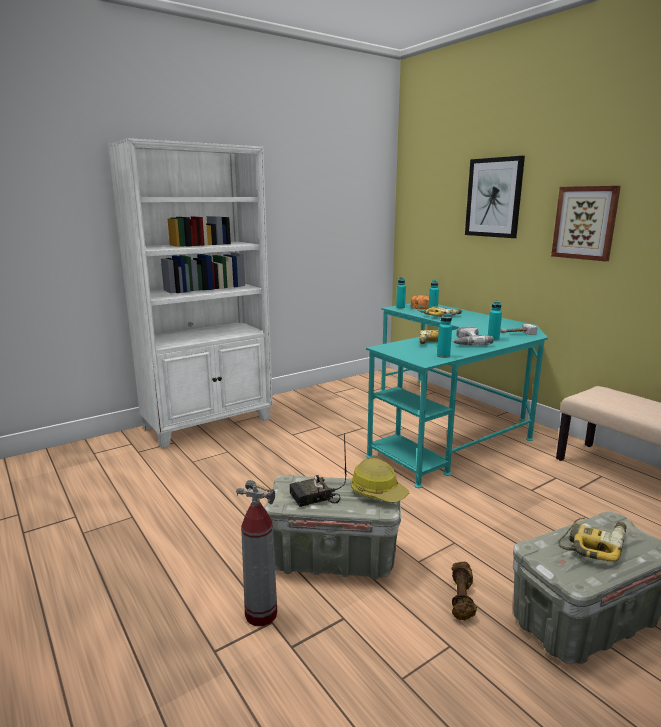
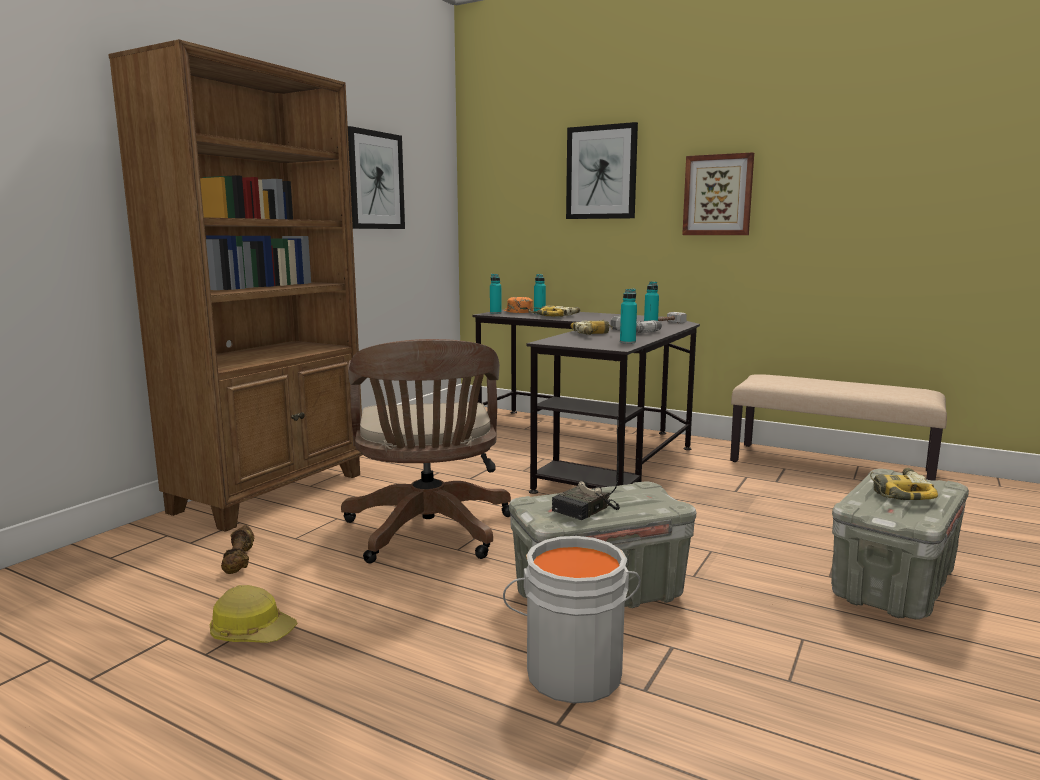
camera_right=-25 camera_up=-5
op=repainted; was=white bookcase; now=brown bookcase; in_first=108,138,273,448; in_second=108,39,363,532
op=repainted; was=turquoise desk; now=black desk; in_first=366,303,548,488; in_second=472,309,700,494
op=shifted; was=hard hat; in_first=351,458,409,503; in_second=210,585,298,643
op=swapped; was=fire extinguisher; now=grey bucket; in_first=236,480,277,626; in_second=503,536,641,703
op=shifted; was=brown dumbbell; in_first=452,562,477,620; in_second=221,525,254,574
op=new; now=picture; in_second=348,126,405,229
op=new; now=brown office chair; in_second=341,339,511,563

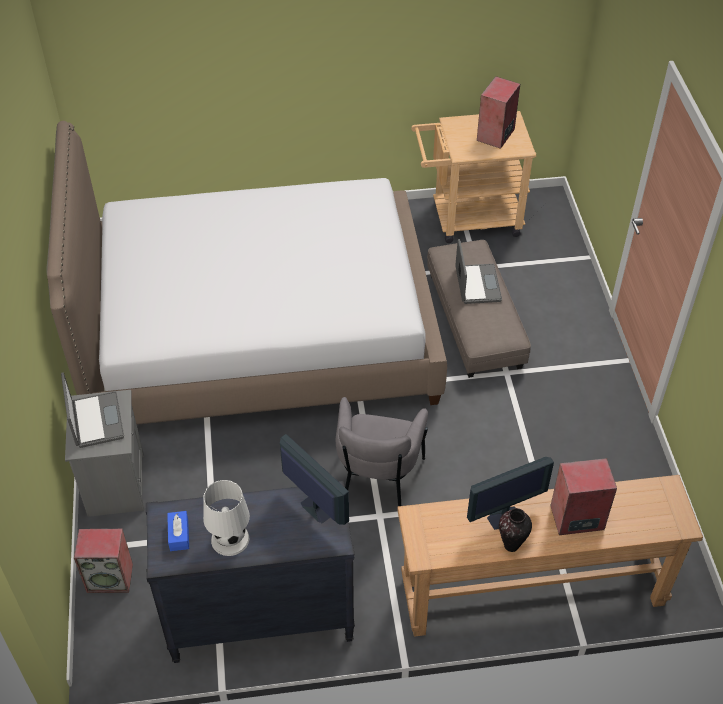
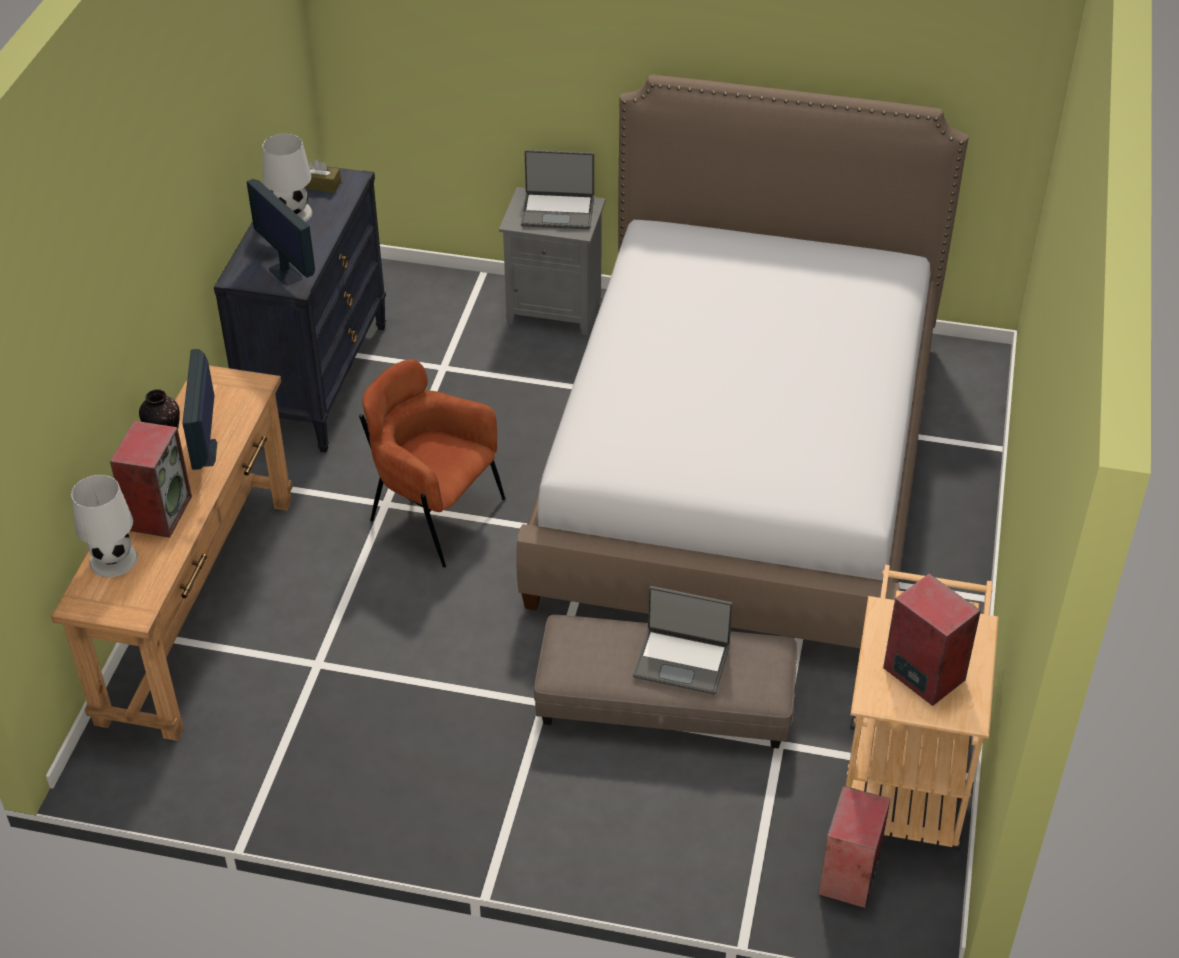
camera_right=110 camera_up=-5
op=repainted; was=grey armchair; now=brown armchair; in_first=336,397,428,506; in_second=359,359,506,568
op=rotated; was=monitor; in_first=280,434,349,525; in_second=247,179,315,286; clockwise=75
op=repainted; was=blue tissue box; now=brown tissue box; in_first=167,511,189,551; in_second=305,159,341,193
op=shifted; was=speaker; in_first=74,529,133,593; in_second=818,786,891,908
op=new; now=white table lamp; in_second=71,475,138,577

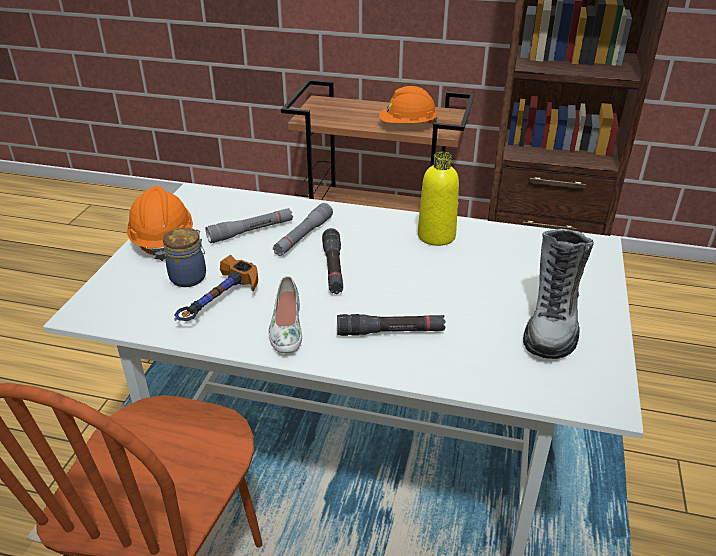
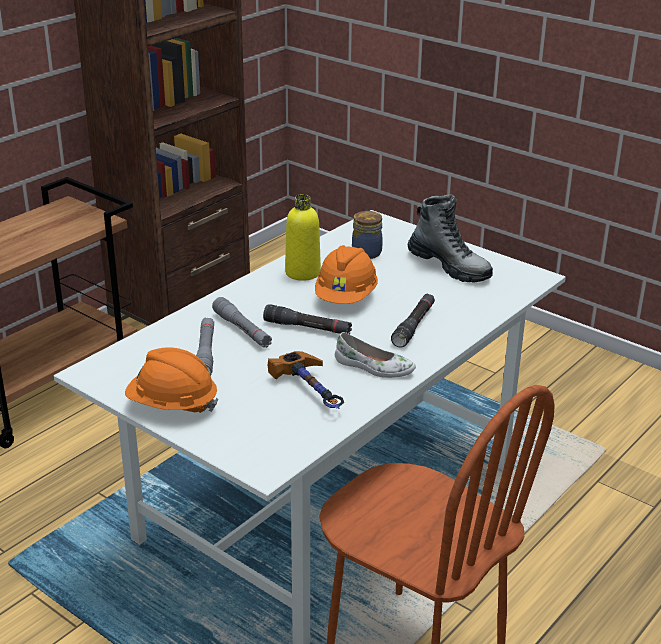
camera_right=-65 camera_up=-5
op=shifted; was=orange hard hat; in_first=379,86,438,124; in_second=315,245,378,304
op=shifted; was=jar; in_first=163,227,206,287; in_second=352,211,383,259

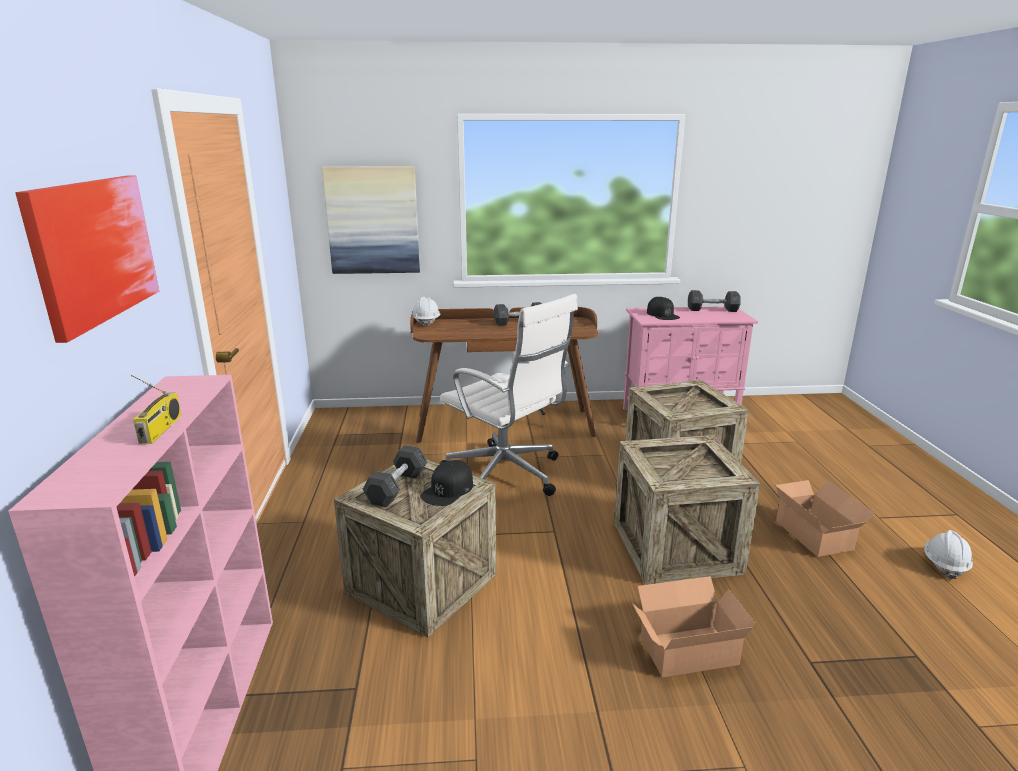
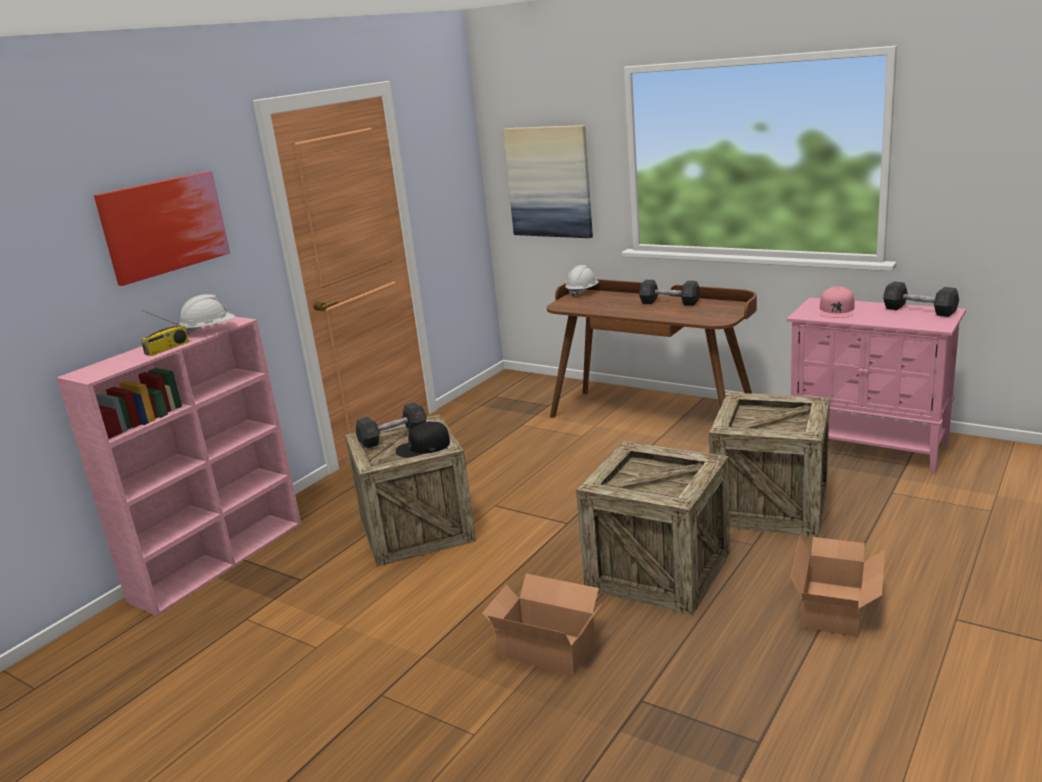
camera_right=40 camera_up=0
op=gone; was=white office chair; in_first=439,294,578,496
op=repainted; was=black cap; now=pink cap; in_first=647,297,680,320; in_second=820,286,855,318
op=shifted; was=white hard hat; in_first=924,530,973,579; in_second=179,294,235,335

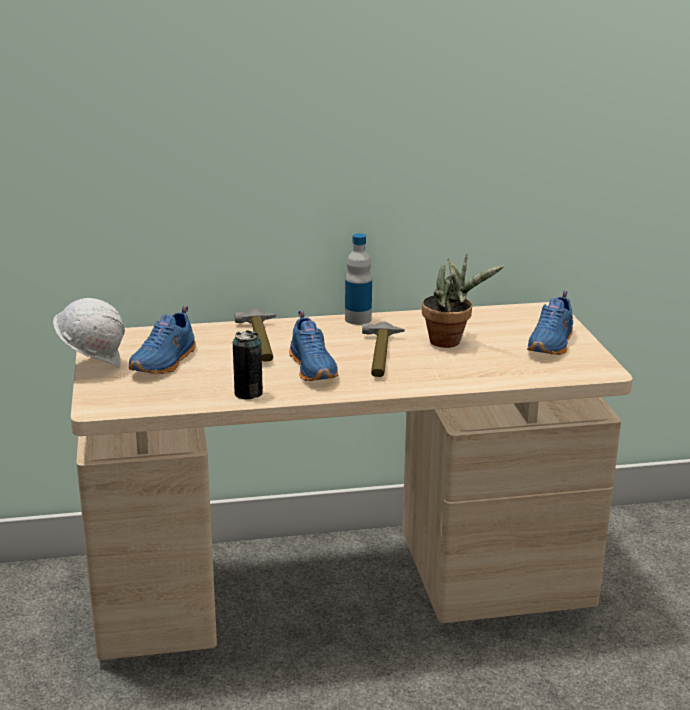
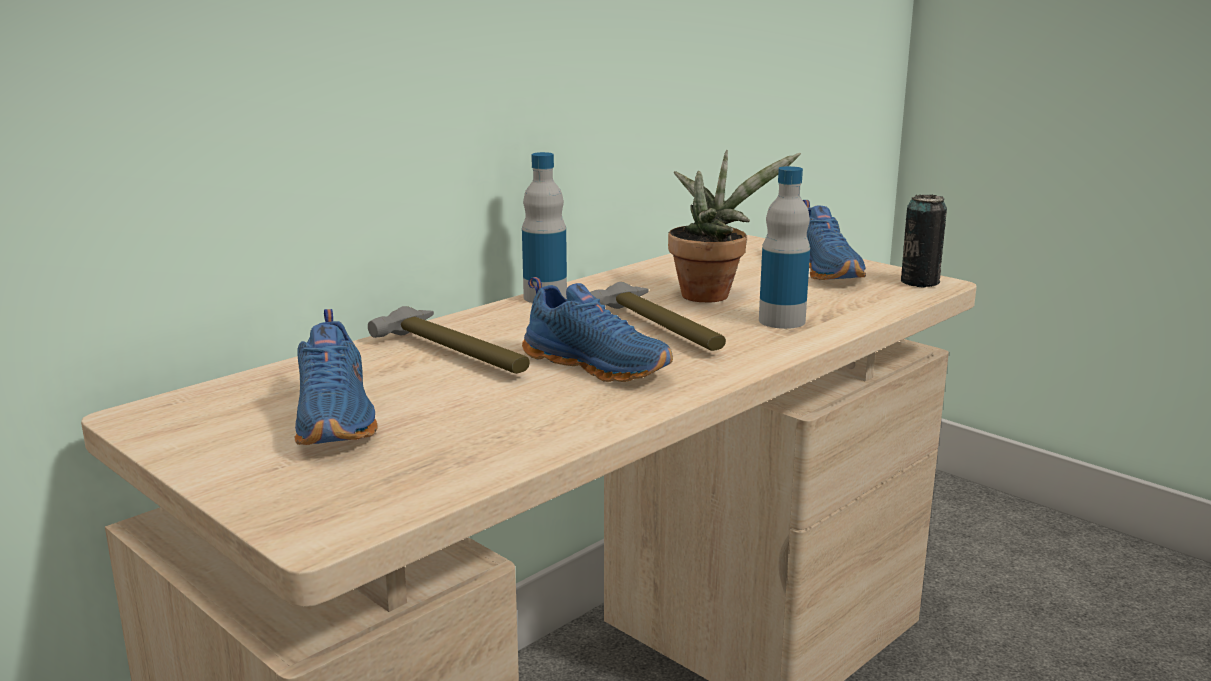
camera_right=-35 camera_up=-5
op=gone; was=white hard hat; in_first=53,298,125,368
op=shifted; was=can; in_first=233,330,263,399; in_second=901,195,947,288
op=new; now=bottle; in_second=759,166,810,329

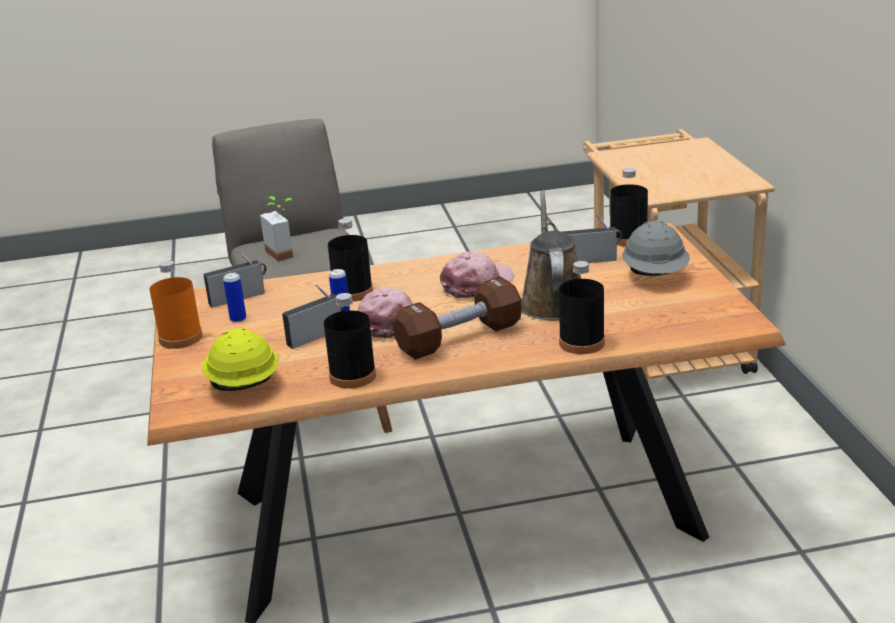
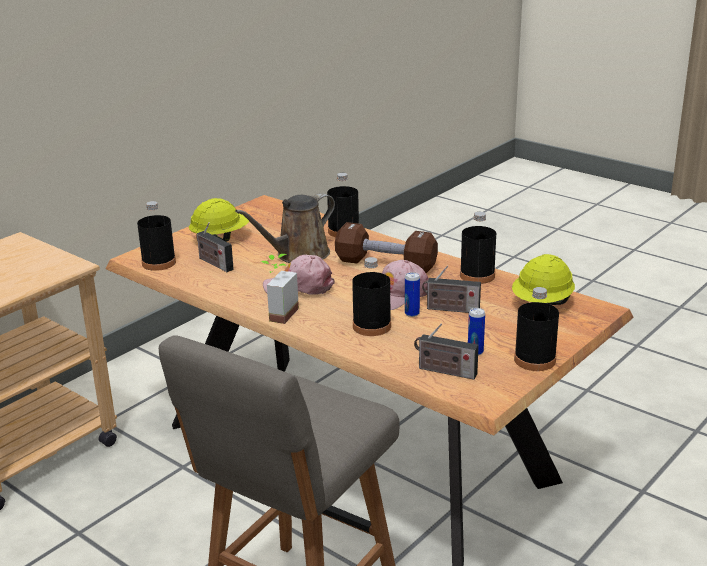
camera_right=-130 camera_up=0
op=shifted; was=potted plant; in_first=260,196,293,262; in_second=261,254,299,324
op=repainted; was=grey hard hat; now=yellow hard hat; in_first=622,221,690,276; in_second=189,198,249,242
op=repainted; was=orange bottle; now=black bottle; in_first=150,260,203,349; in_second=514,287,559,371

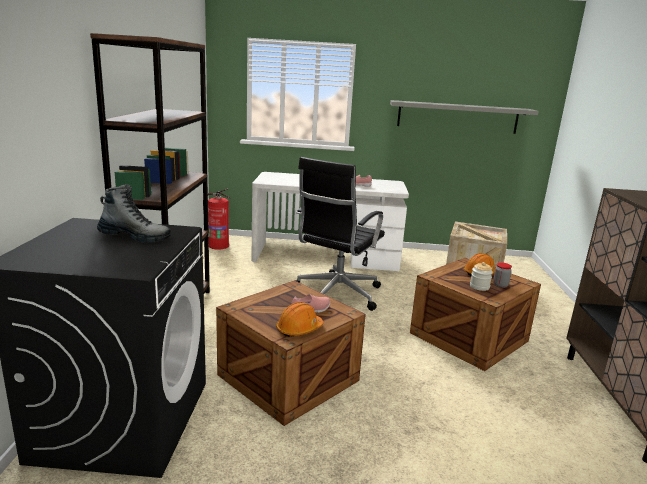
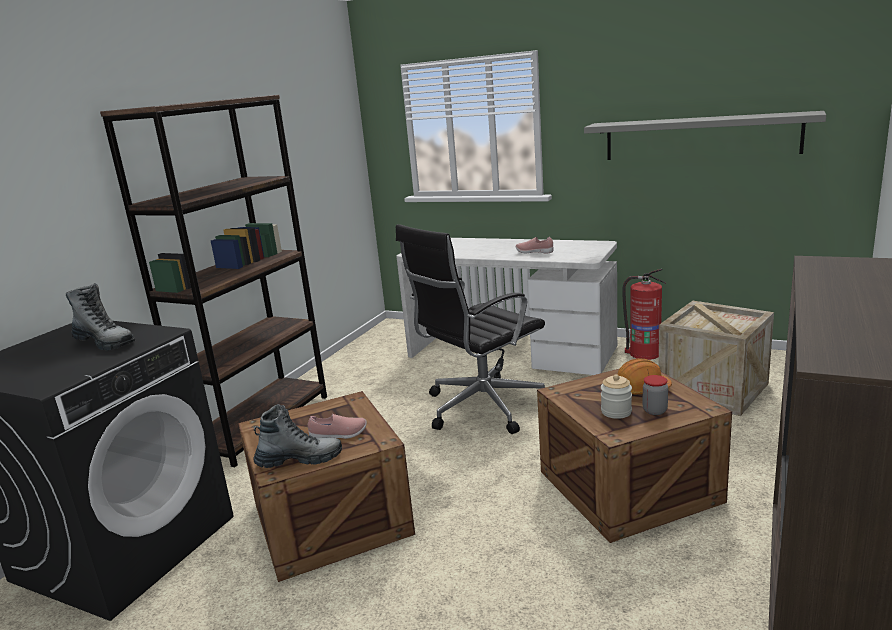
camera_right=25 camera_up=0
op=shifted; was=fire extinguisher; in_first=203,189,231,250; in_second=622,269,666,360
op=swapped; was=orange hard hat; now=boot; in_first=276,302,323,337; in_second=253,404,342,468

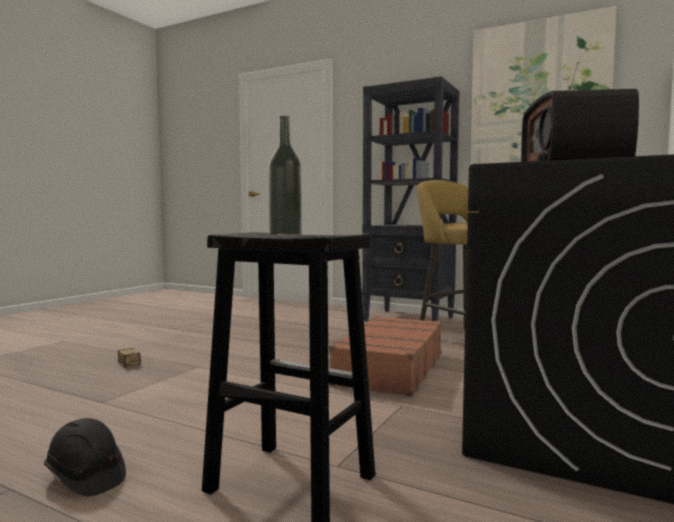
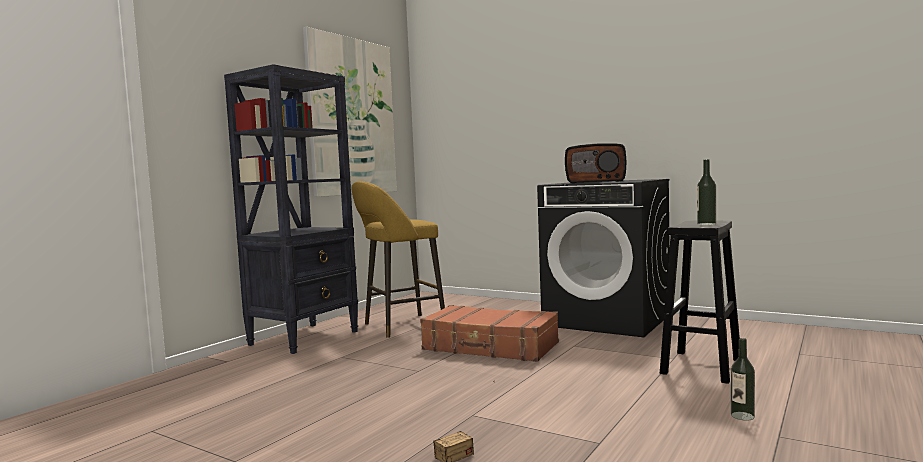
camera_right=-85 camera_up=0
op=swapped; was=black hard hat; now=bottle; in_first=44,418,126,496; in_second=731,338,755,421

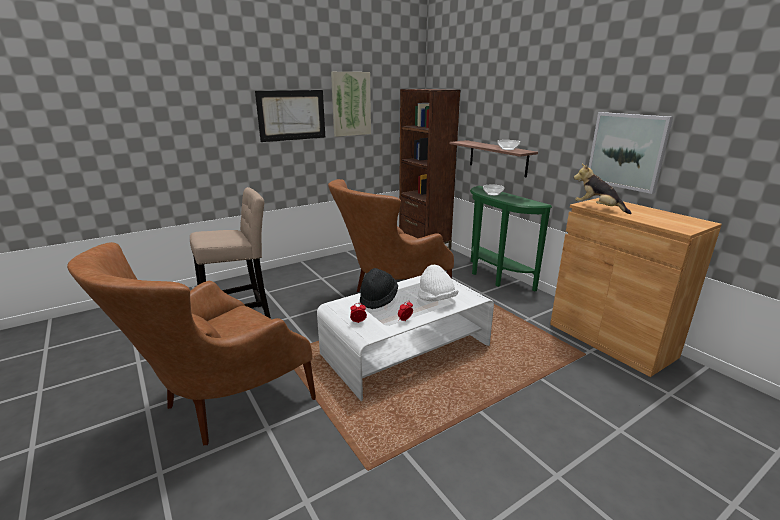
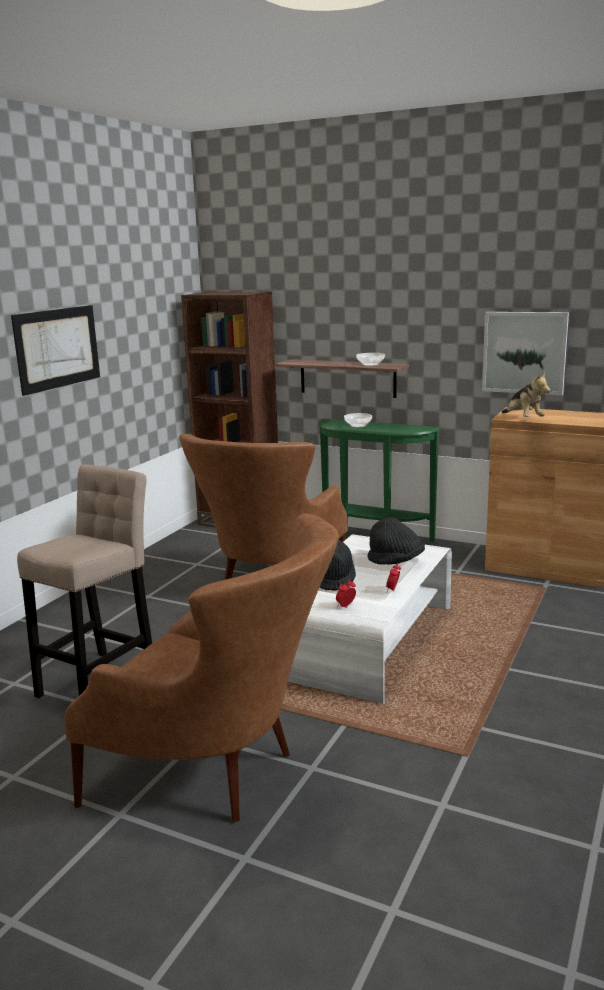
camera_right=-30 camera_up=-5
op=gone; was=picture; in_first=331,72,371,137
op=rotated; was=plush toy; in_first=574,164,631,214; in_second=502,373,550,417; clockwise=-120
op=rotated; was=brown armchair; in_first=67,242,316,445; in_second=65,513,339,822; clockwise=-75
op=repainted; was=white hat; now=black hat; in_first=418,265,458,301; in_second=367,517,425,565

